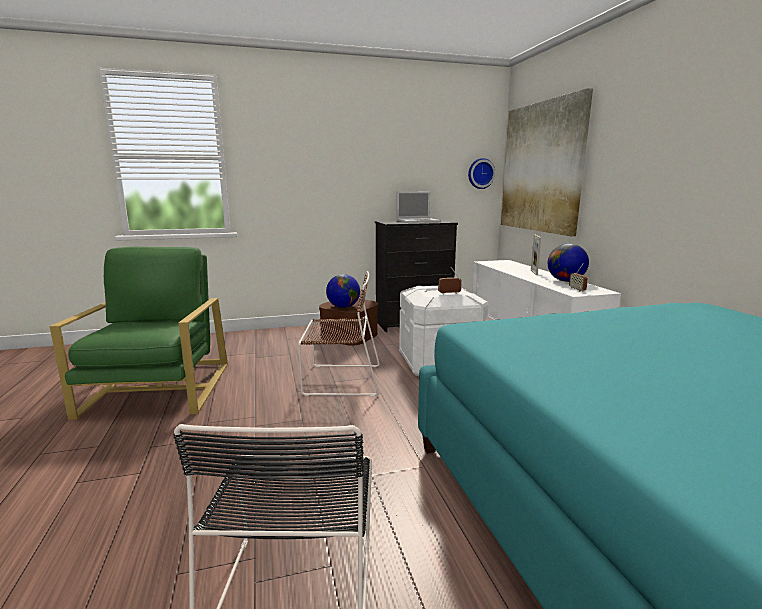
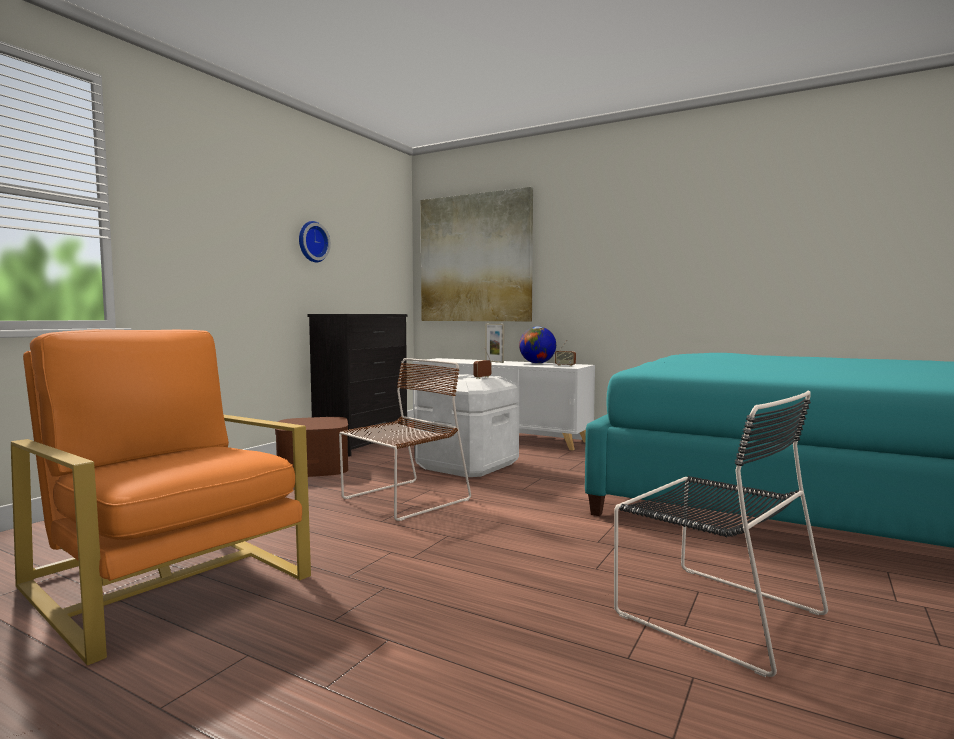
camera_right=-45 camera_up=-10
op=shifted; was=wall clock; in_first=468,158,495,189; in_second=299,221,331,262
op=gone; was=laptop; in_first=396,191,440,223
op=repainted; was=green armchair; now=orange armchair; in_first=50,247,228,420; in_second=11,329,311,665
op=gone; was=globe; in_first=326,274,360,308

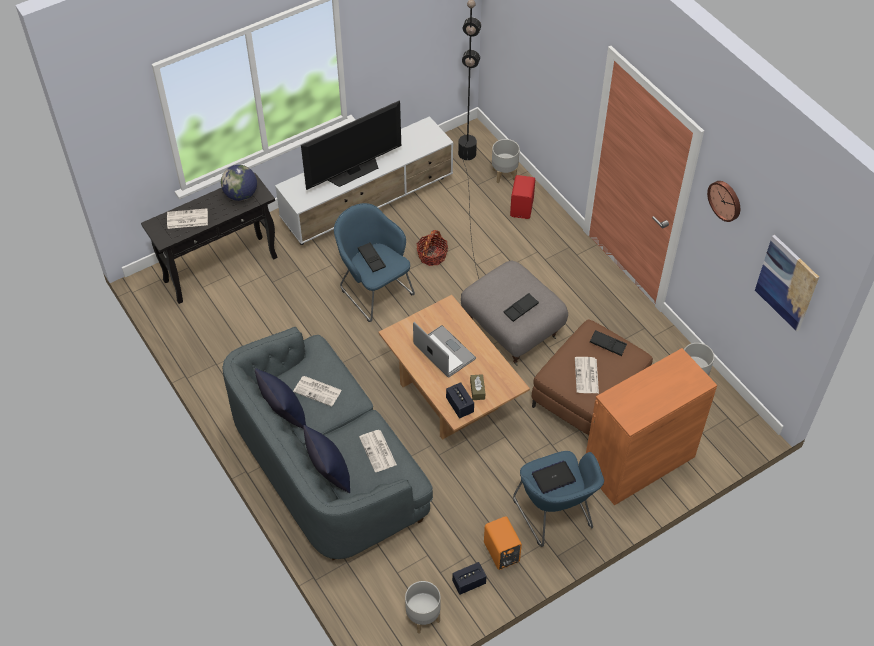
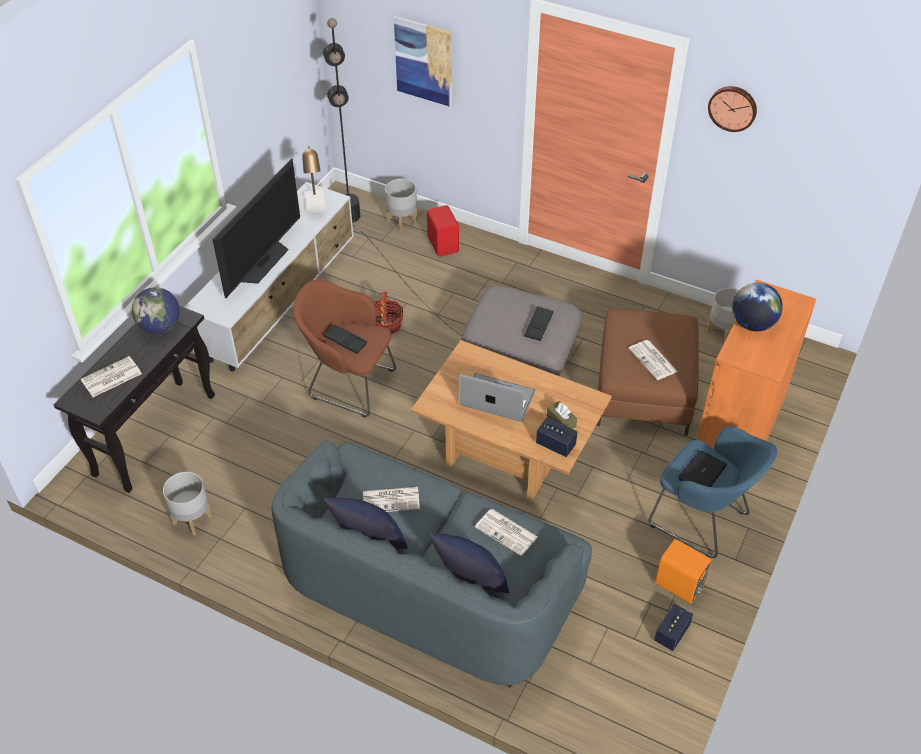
camera_right=-30 camera_up=-5
op=repainted; was=blue armchair; now=brown armchair; in_first=334,203,415,322; in_second=293,279,396,418
op=shifted; was=picture; in_first=755,235,819,332; in_second=394,16,452,107
op=gone; was=black tray; in_first=590,330,627,356
op=shifted; was=grey planter; in_first=405,581,441,634; in_second=163,472,212,535
op=new; now=table lamp; in_second=302,146,326,214
op=new; now=globe; in_second=732,283,783,331

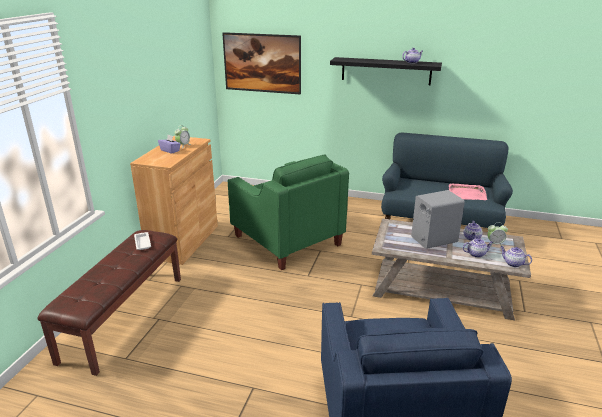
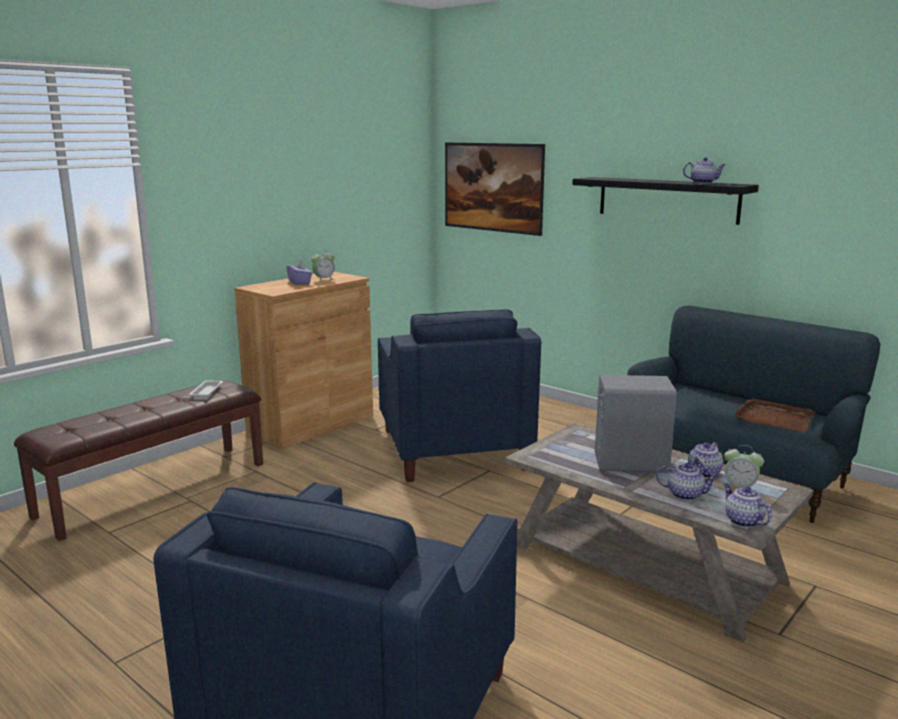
camera_right=25 camera_up=-10
op=repainted; was=green armchair; now=blue armchair; in_first=228,155,349,270; in_second=378,310,541,482
op=repainted; was=pink tray; now=brown tray; in_first=449,183,487,200; in_second=735,398,815,432

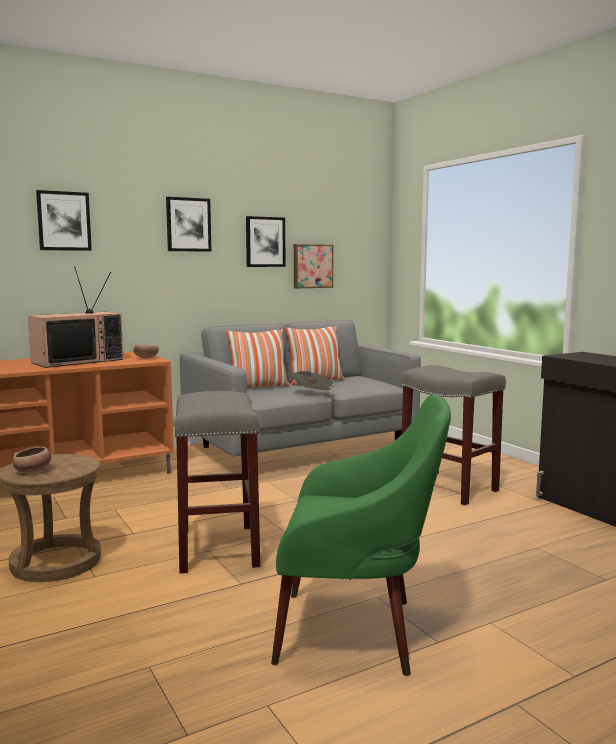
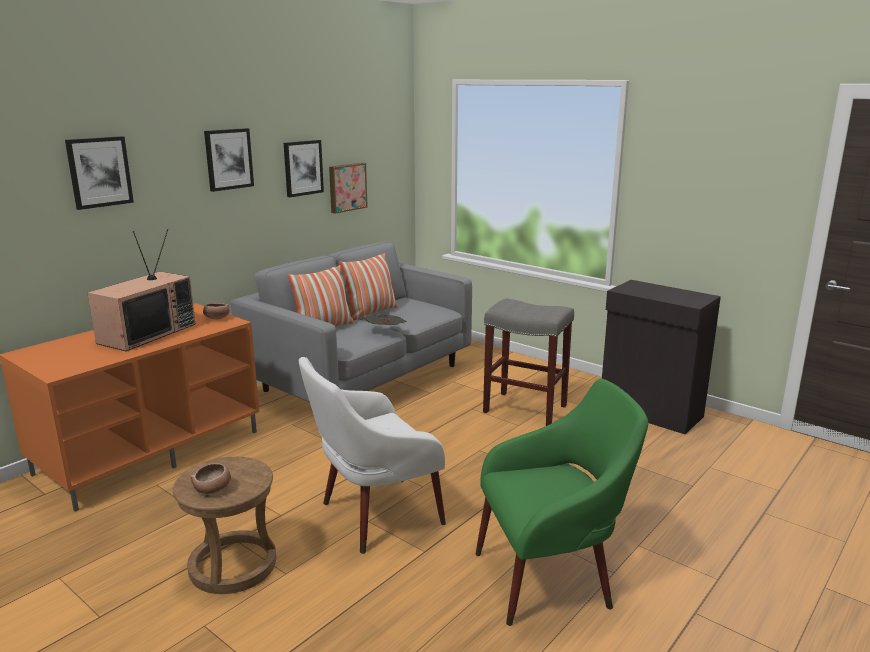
camera_right=-20 camera_up=10
op=swapped; was=grey stool; now=white armchair; in_first=174,391,260,573; in_second=299,357,446,554

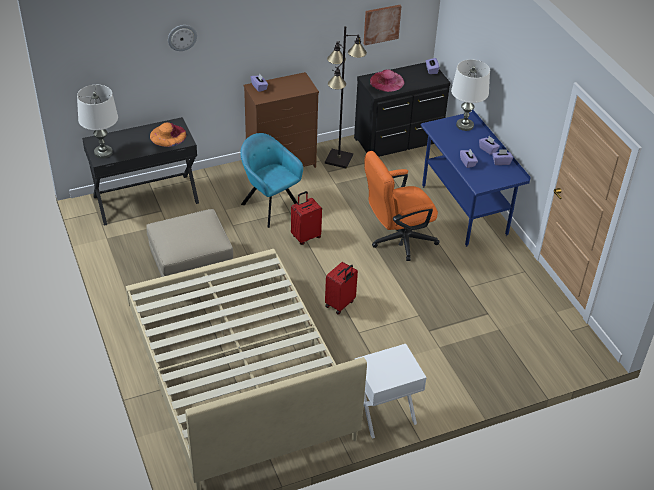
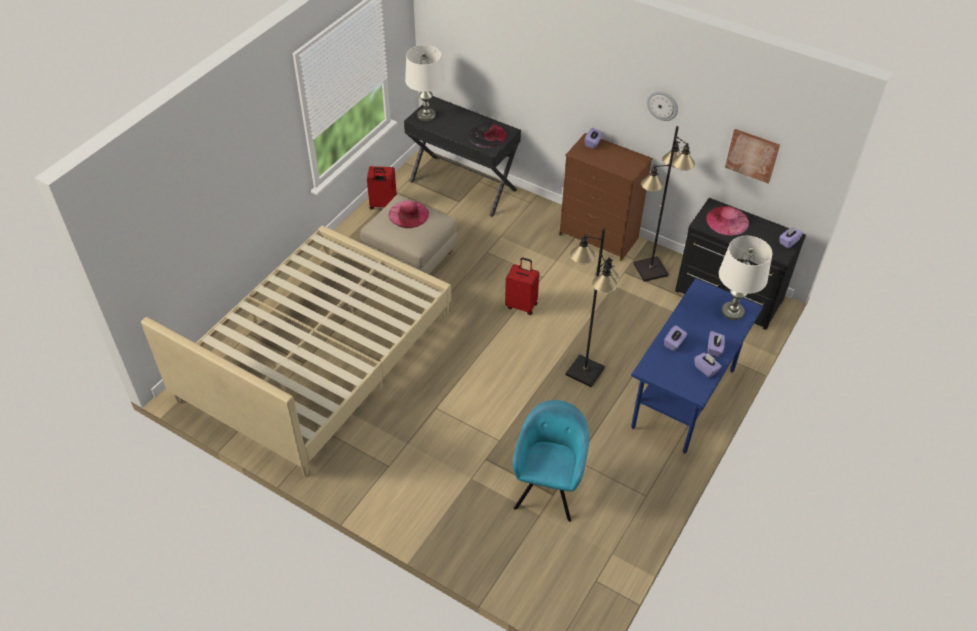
camera_right=55 camera_up=5
op=shifted; was=wall clock; in_first=168,25,197,51; in_second=647,91,678,121
op=repainted; was=orange hat; now=black hat; in_first=150,122,187,147; in_second=469,122,507,148
op=shifted; was=turquoise armchair; in_first=240,133,303,228; in_second=513,400,589,522
op=swapped; was=orange office chair; now=black floor lamp; in_first=364,151,440,261; in_second=566,229,619,387
op=shifted; was=red suitcase; in_first=325,262,358,315; in_second=367,166,397,209
op=gone; was=white nightstand; in_first=355,344,427,439
op=new; now=pink hat; in_second=389,200,429,228

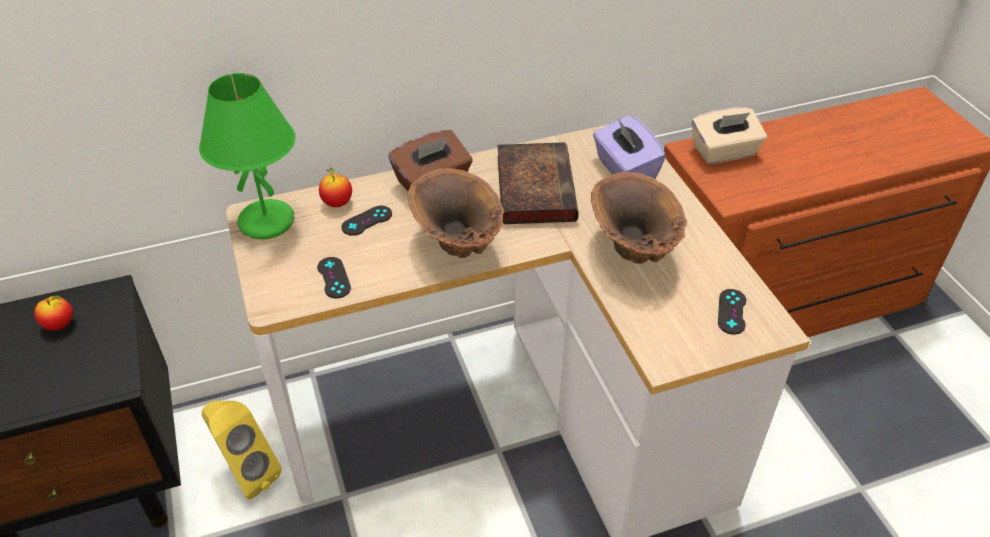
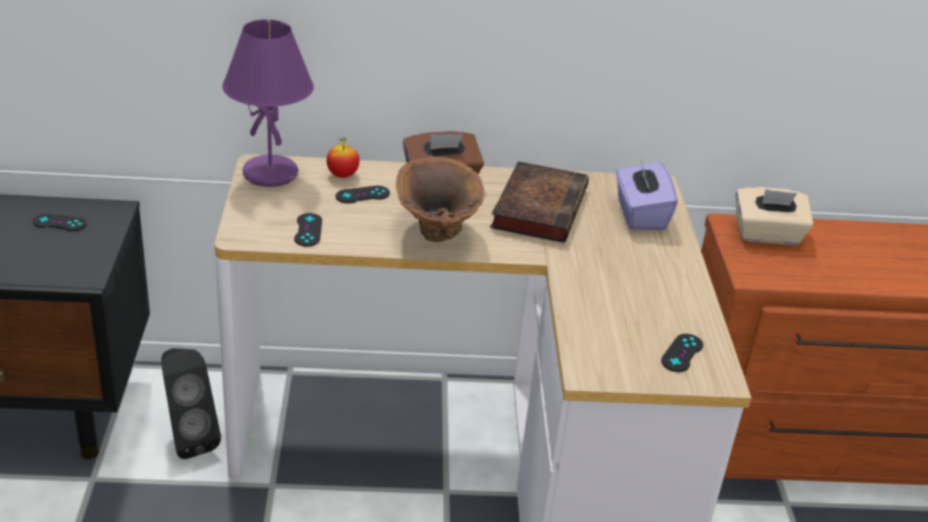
camera_right=15 camera_up=-10
op=repainted; was=green table lamp; now=purple table lamp; in_first=199,73,296,239; in_second=222,19,314,187
op=gone; was=brown vase; in_first=591,172,687,264
op=swapped; was=apple; now=black game controller; in_first=34,295,73,330; in_second=33,214,87,231
op=repainted; was=yellow speaker; now=black speaker; in_first=202,401,282,499; in_second=161,348,221,459

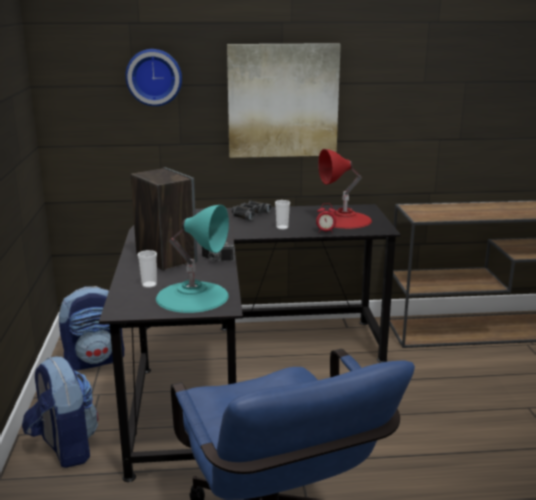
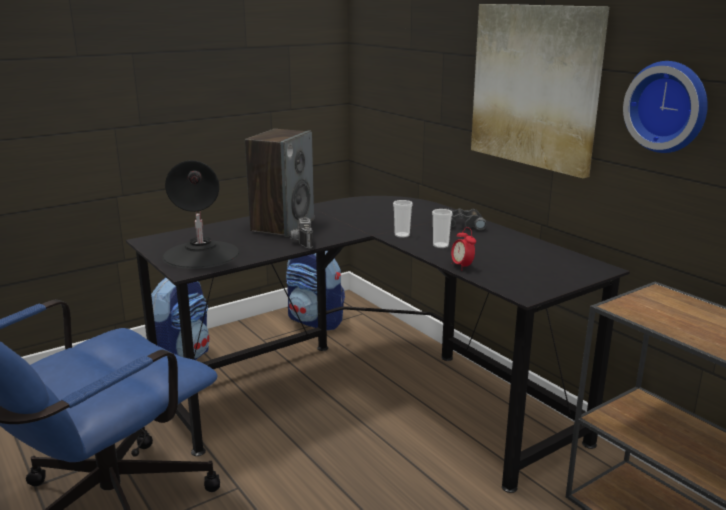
camera_right=60 camera_up=0
op=shifted; was=wall clock; in_first=125,49,182,106; in_second=623,61,708,153
op=gone; was=red table lamp; in_first=318,149,372,229
op=repainted; was=turquoise table lamp; now=black table lamp; in_first=156,205,229,313; in_second=162,160,240,269
op=shifted; was=cup; in_first=137,250,157,288; in_second=393,200,413,238

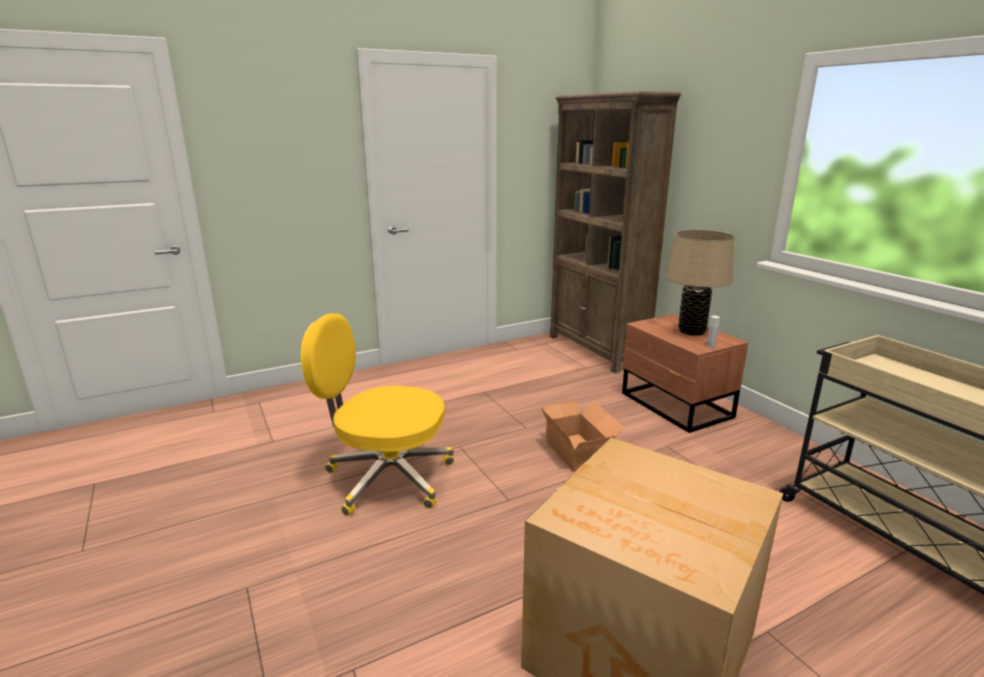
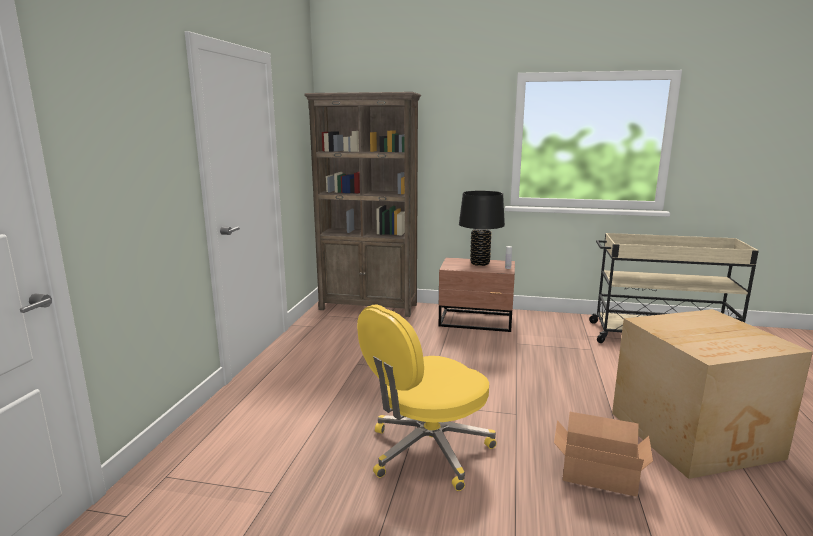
camera_right=-50 camera_up=-5
op=repainted; was=beige table lamp; now=black table lamp; in_first=666,230,735,335; in_second=459,191,505,266
op=shifted; was=cardboard box; in_first=541,401,625,472; in_second=554,412,653,497

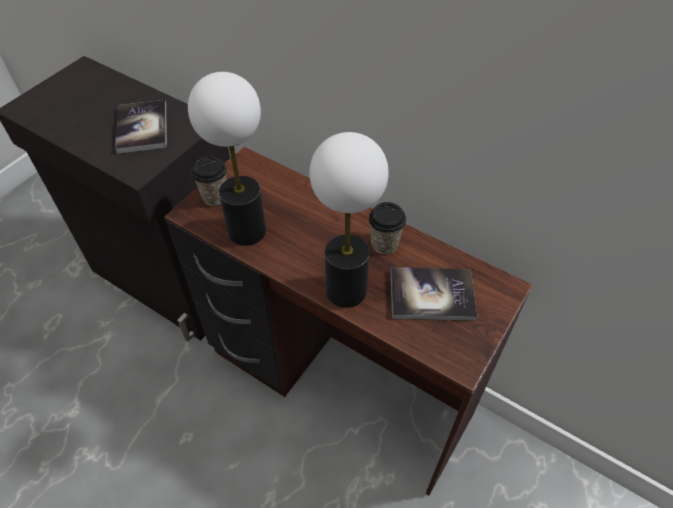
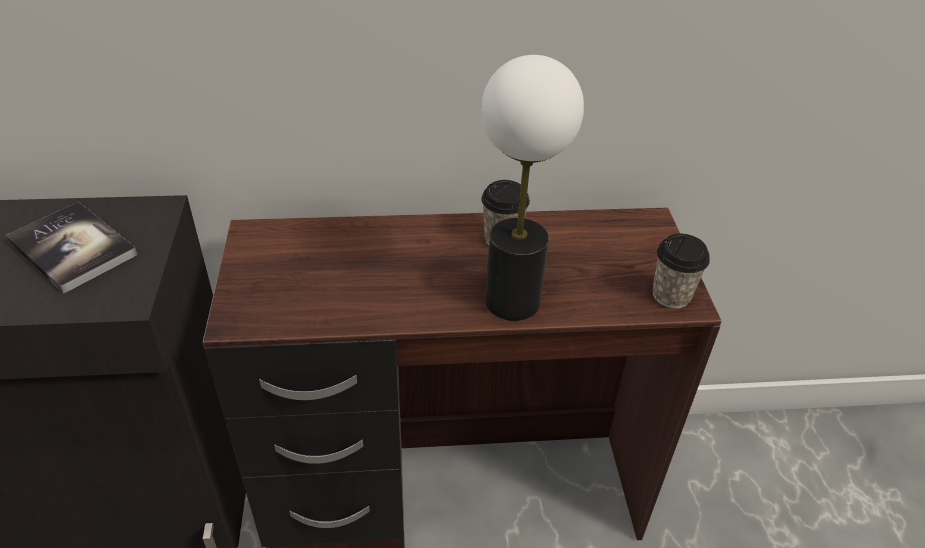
camera_right=-40 camera_up=-10
op=gone; was=table lamp; in_first=188,72,266,246
op=shifted; was=cup; in_first=192,156,227,206; in_second=652,234,710,308
op=gone; was=book; in_first=391,267,477,321

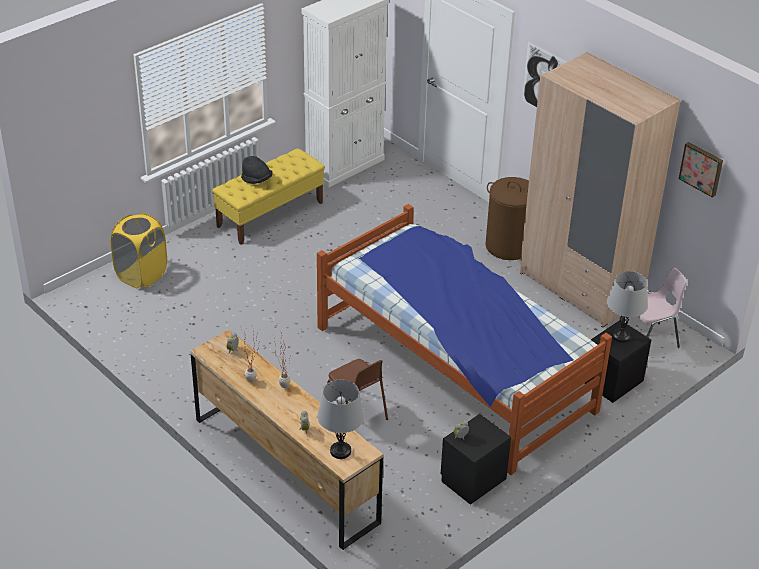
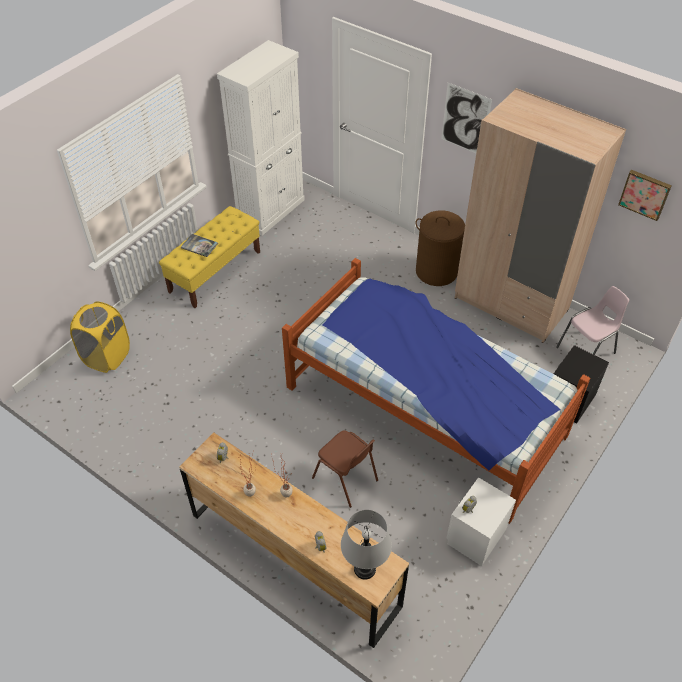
camera_right=-10 camera_up=10
op=swapped; was=black hat; now=book; in_first=241,156,272,184; in_second=181,234,218,257
op=gone; was=grey table lamp; in_first=607,271,648,343
op=repainted; was=black nightstand; now=white nightstand; in_first=441,414,511,505; in_second=446,477,516,566

